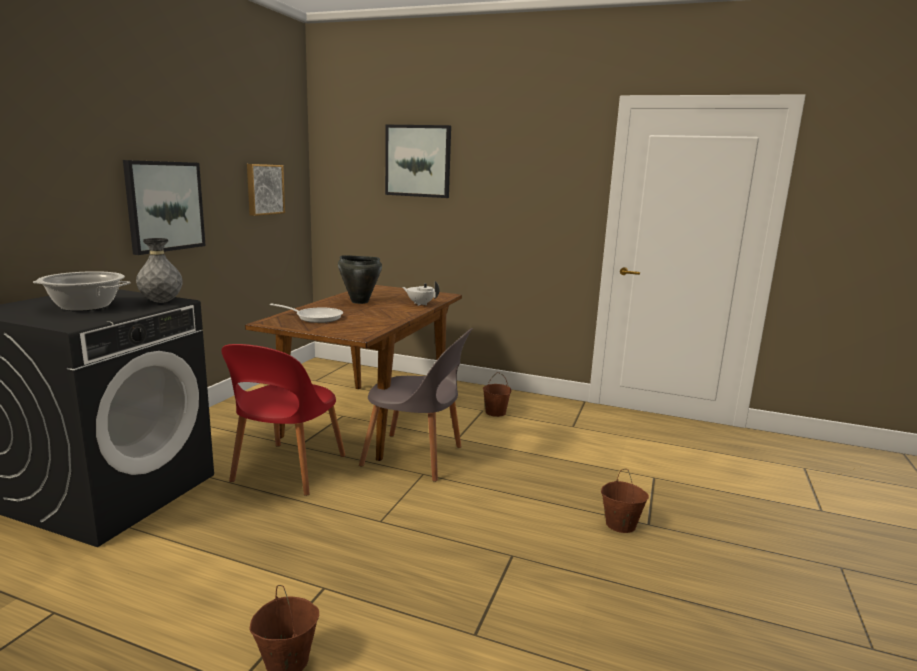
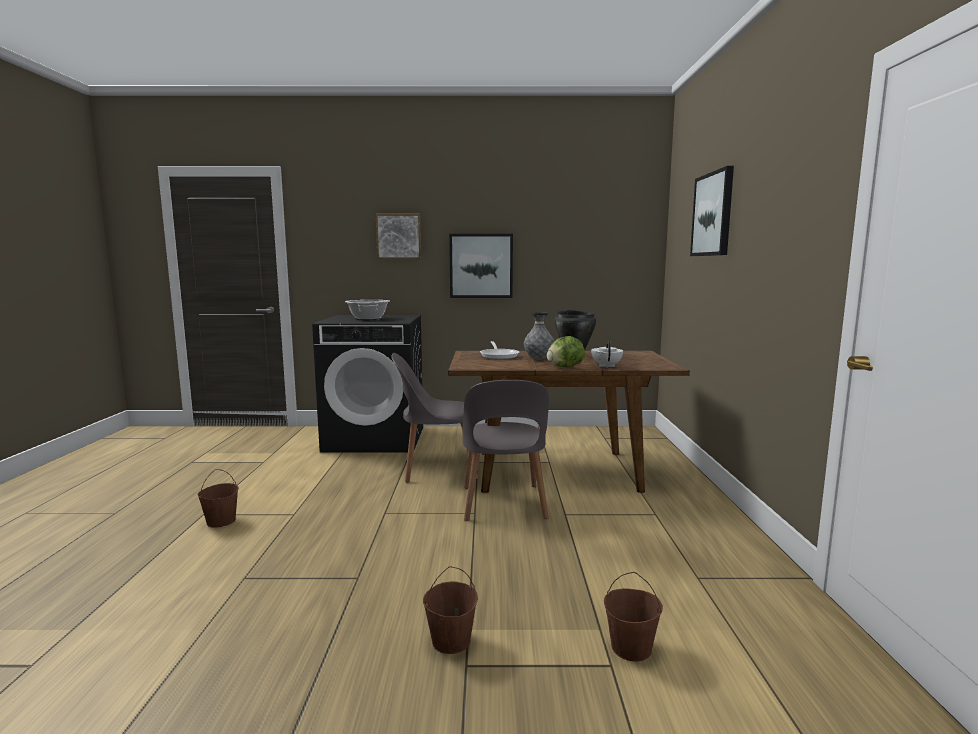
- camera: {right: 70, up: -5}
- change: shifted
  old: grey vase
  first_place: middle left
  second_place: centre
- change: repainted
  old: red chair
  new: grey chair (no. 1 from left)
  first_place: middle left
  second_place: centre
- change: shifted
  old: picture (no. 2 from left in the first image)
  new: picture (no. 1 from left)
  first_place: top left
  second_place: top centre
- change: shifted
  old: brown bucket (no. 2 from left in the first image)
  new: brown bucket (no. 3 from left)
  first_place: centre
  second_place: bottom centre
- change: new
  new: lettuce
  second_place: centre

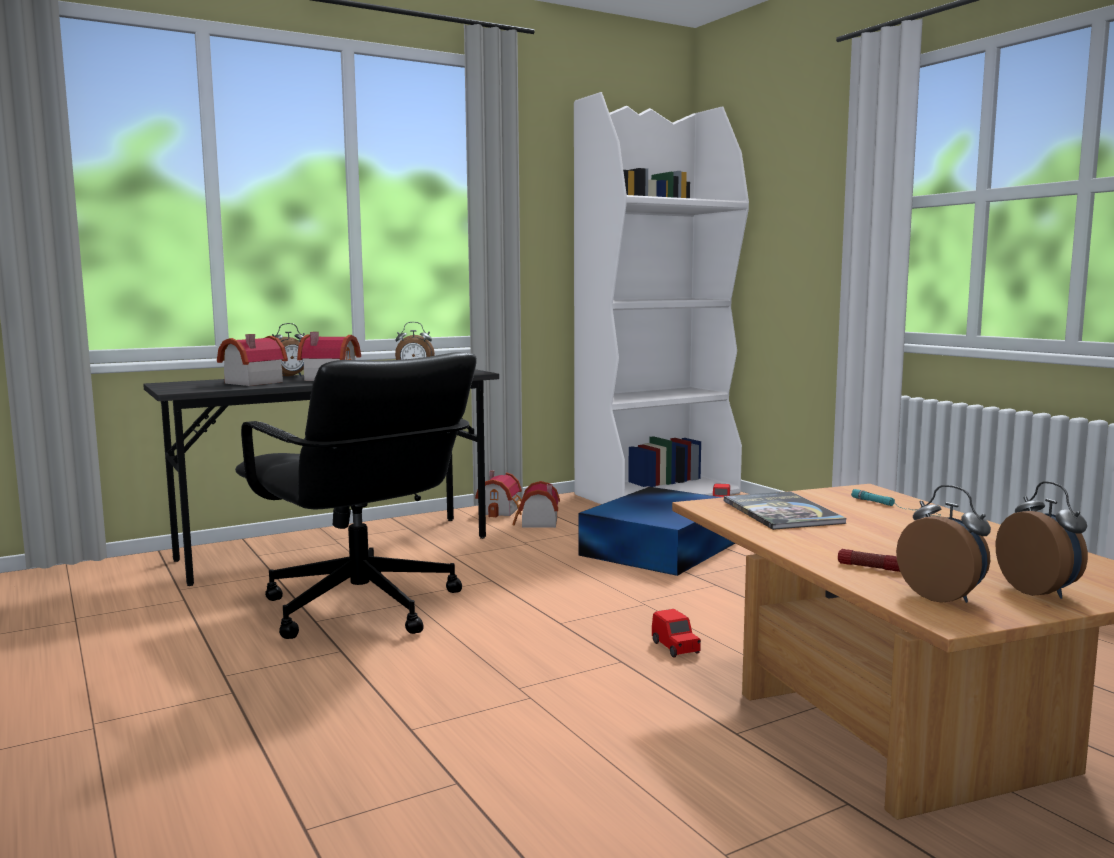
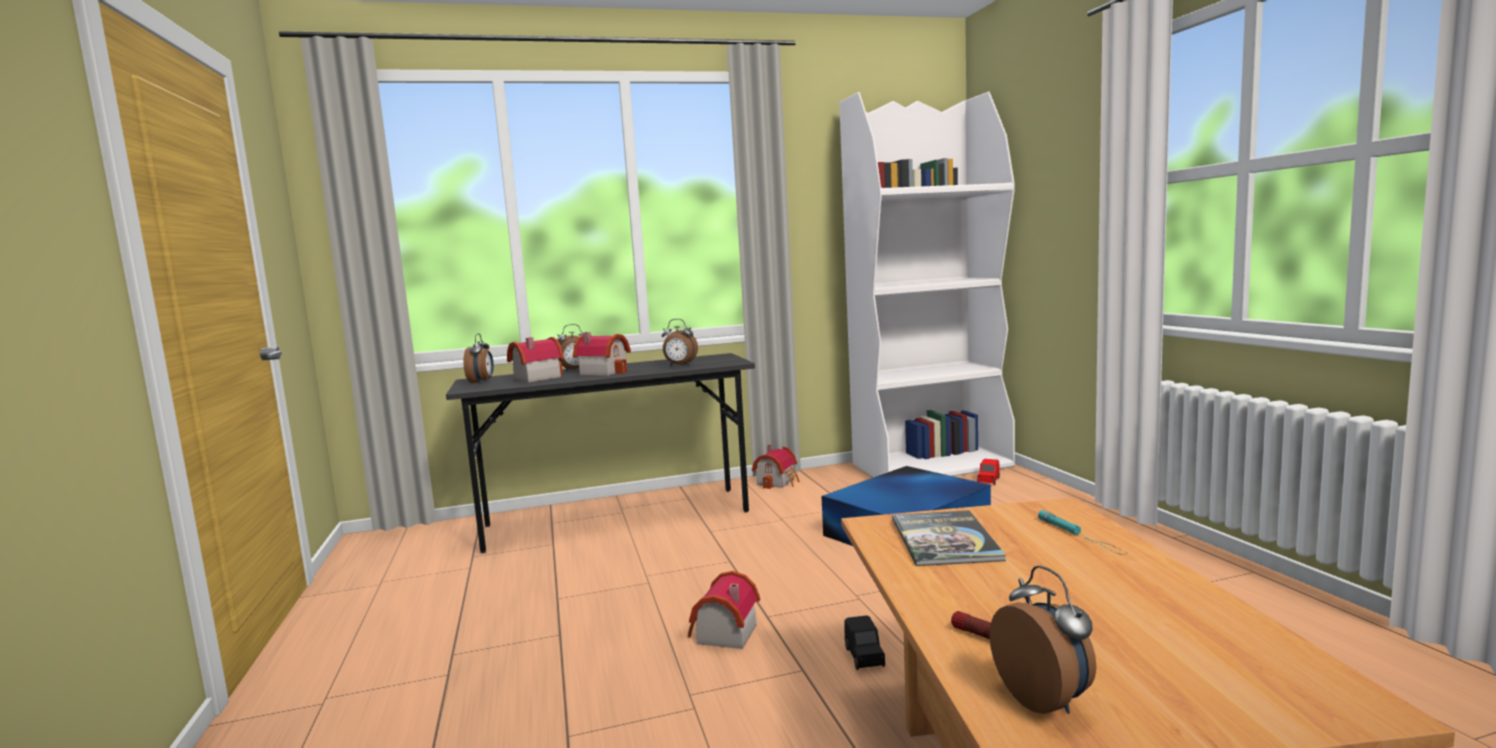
- camera: {right: 15, up: 0}
- change: gone
  old: black office chair
  first_place: middle left
- change: shifted
  old: toy house (no. 4 from left in the first image)
  new: toy house (no. 3 from left)
  first_place: centre
  second_place: bottom centre
- change: repainted
  old: red toy car (no. 1 from left)
  new: black toy car
  first_place: bottom centre
  second_place: bottom centre
- change: shifted
  old: alarm clock (no. 4 from left in the first image)
  new: alarm clock (no. 1 from left)
  first_place: middle right
  second_place: middle left

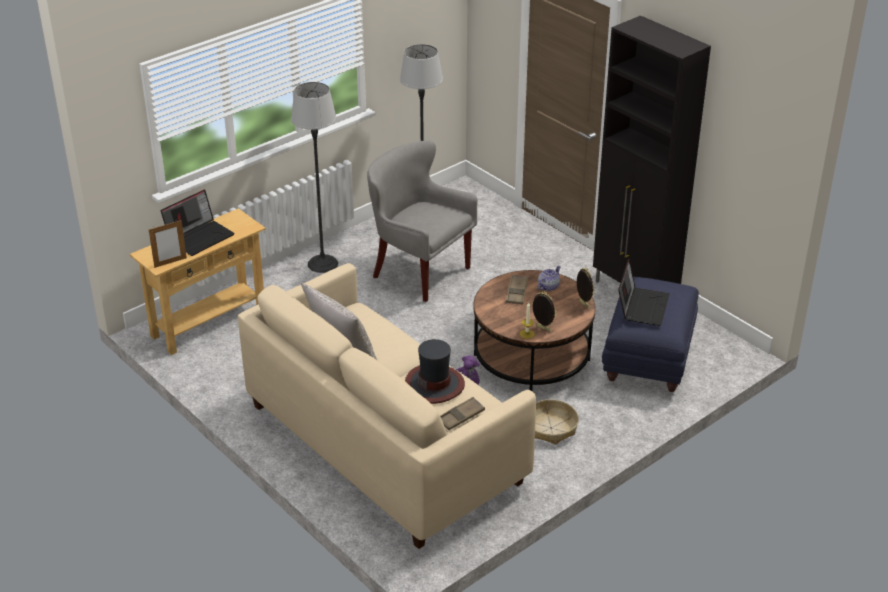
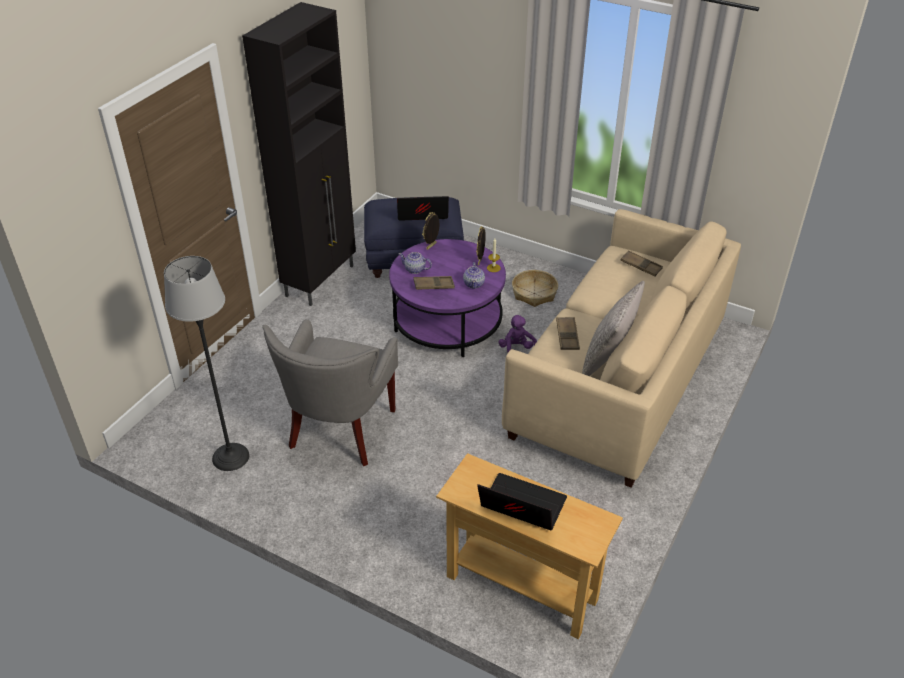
- camera: {right: -110, up: 5}
- change: gone
  old: picture frame (no. 1 from left)
  first_place: middle left
- change: gone
  old: floor lamp (no. 1 from left)
  first_place: top centre
- change: gone
  old: hat
  first_place: centre
- change: repainted
  old: brown coffee table
  new: purple coffee table
  first_place: centre
  second_place: centre
- change: new
  new: teapot (no. 2 from left)
  second_place: centre
- change: new
  new: brown tray (no. 2 from left)
  second_place: centre

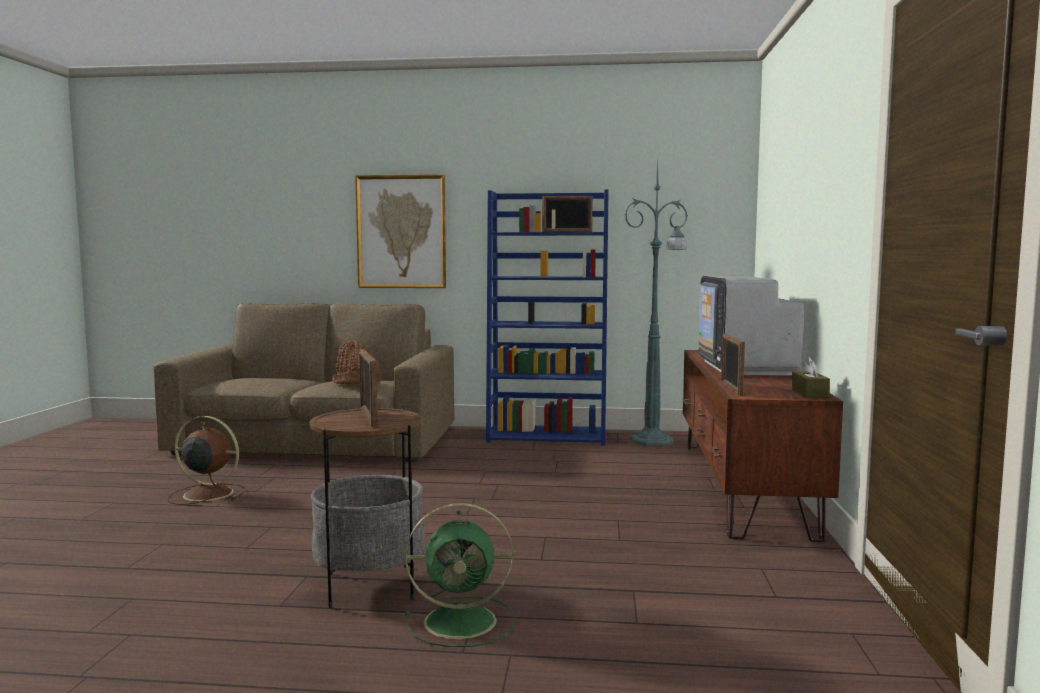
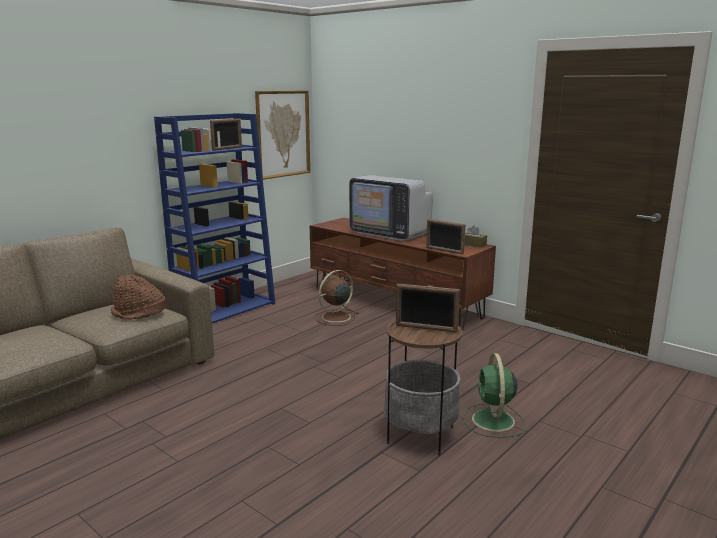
- camera: {right: -55, up: 10}
- change: shifted
  old: brown fan
  first_place: middle left
  second_place: centre
- change: shifted
  old: picture
  first_place: centre
  second_place: top centre
- change: rotated
  old: green fan
  first_place: bottom centre
  second_place: bottom right
  degrees: 150
- change: gone
  old: green floor lamp
  first_place: centre

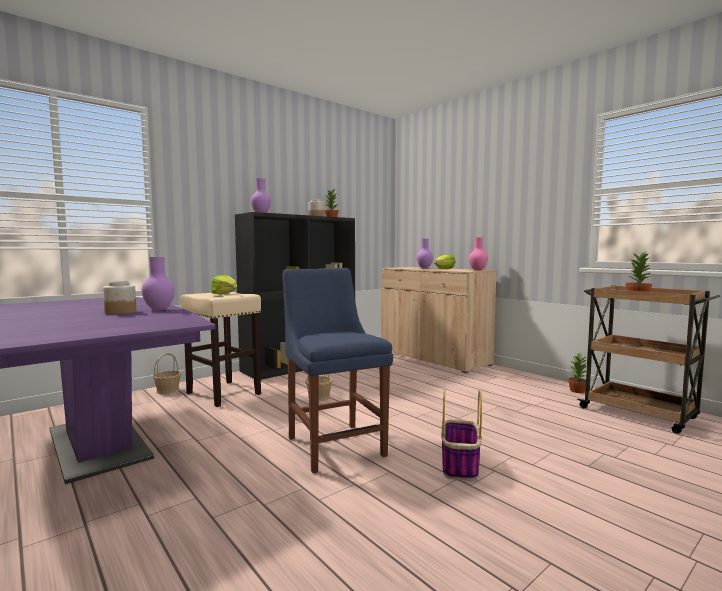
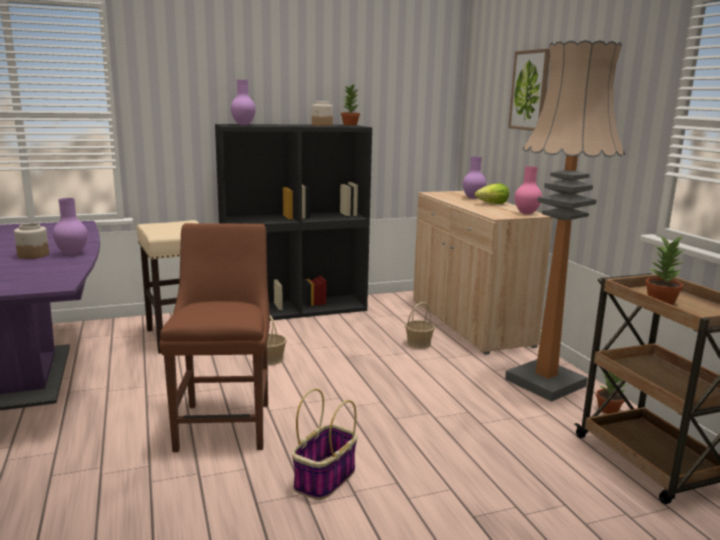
- camera: {right: 20, up: 10}
- change: shifted
  old: basket (no. 1 from left in the first image)
  new: basket (no. 3 from left)
  first_place: middle left
  second_place: centre
- change: gone
  old: lettuce (no. 1 from left)
  first_place: middle left
- change: repainted
  old: blue chair
  new: brown chair
  first_place: centre
  second_place: middle left
- change: new
  new: floor lamp
  second_place: middle right
- change: new
  new: picture
  second_place: top right

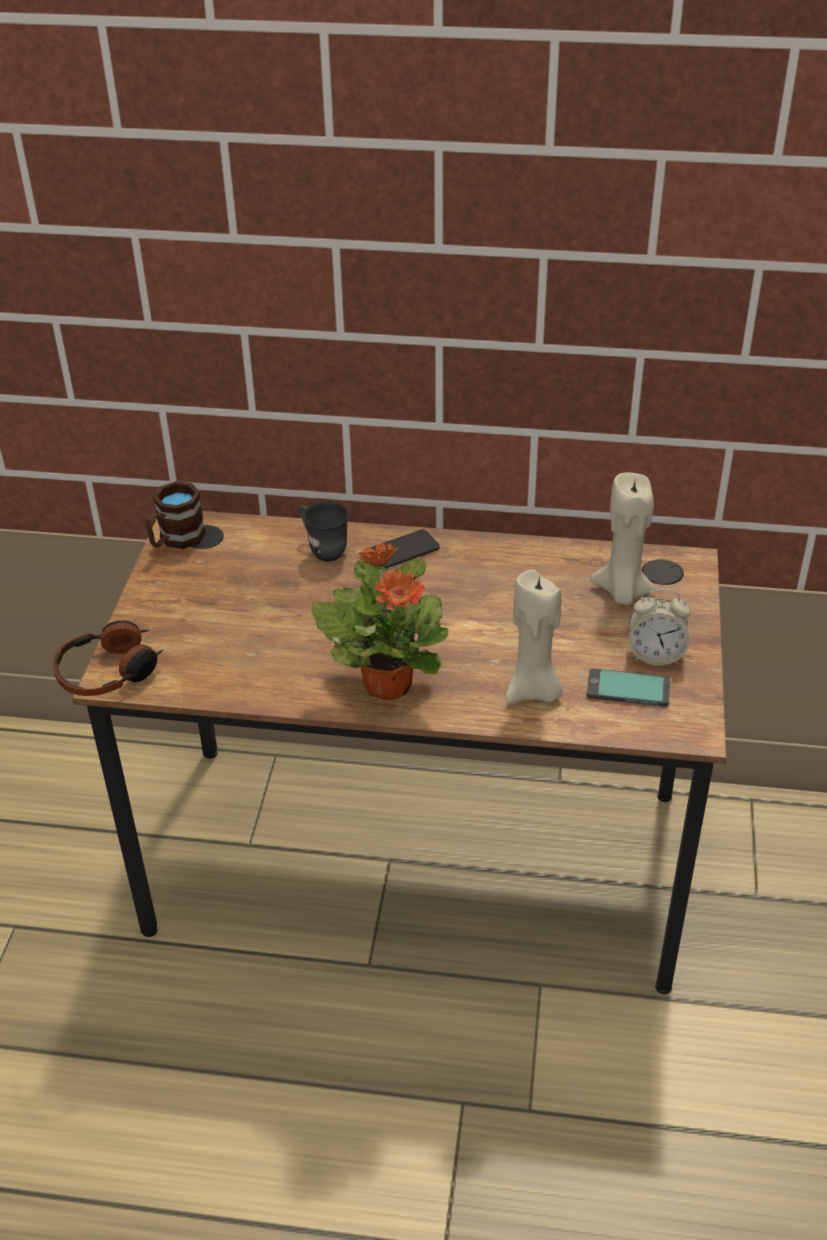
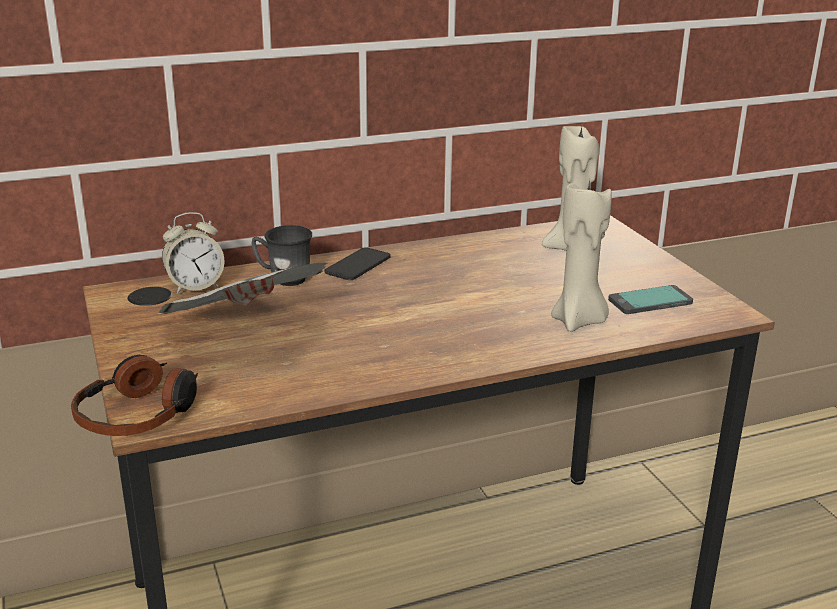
- camera: {right: -30, up: -15}
- change: gone
  old: brown mug
  first_place: middle left
- change: gone
  old: potted plant
  first_place: centre
- change: shifted
  old: alarm clock
  first_place: middle right
  second_place: middle left
- change: new
  new: newspaper
  second_place: middle left

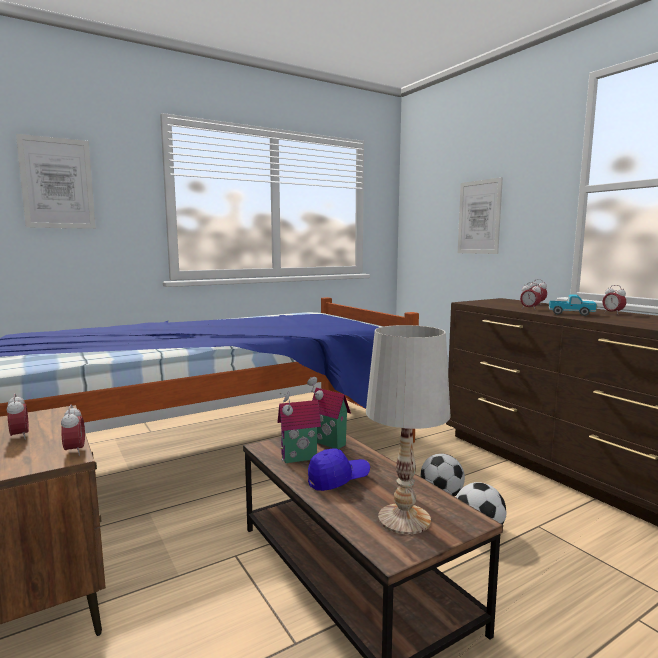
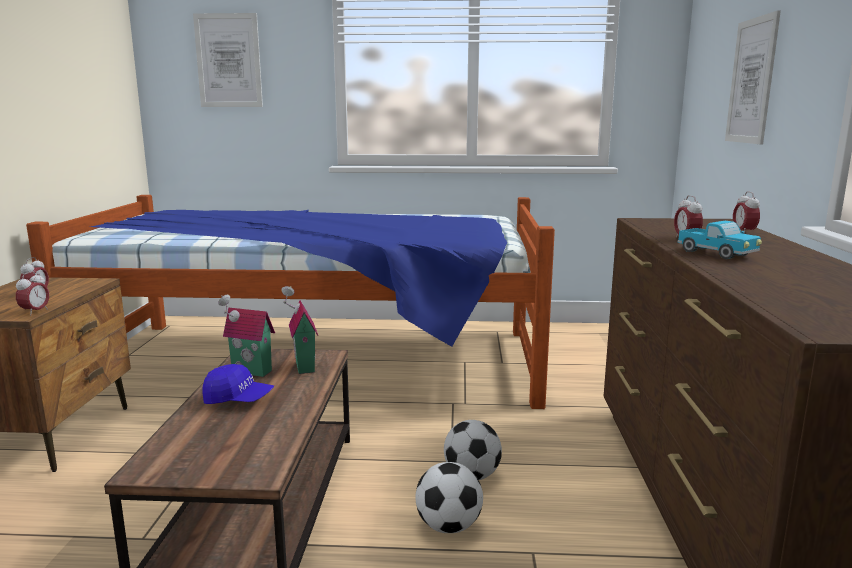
- camera: {right: 35, up: 5}
- change: gone
  old: white table lamp
  first_place: centre
- change: gone
  old: alarm clock (no. 5 from left)
  first_place: middle right

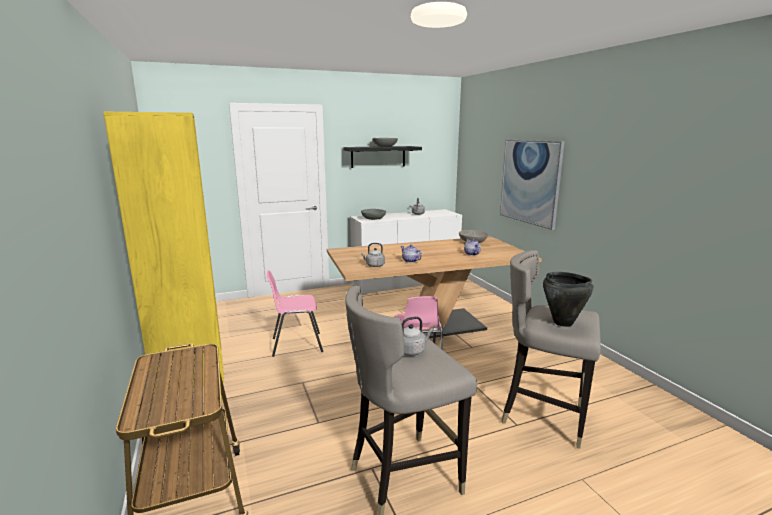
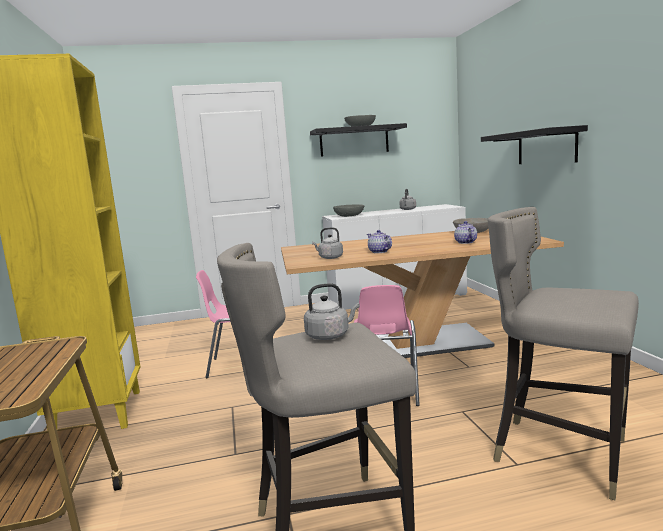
- camera: {right: 10, up: -5}
- change: swapped
  old: picture
  new: black shelf (no. 2 from left)
  first_place: middle right
  second_place: top right
- change: gone
  old: black cooking pot
  first_place: middle right

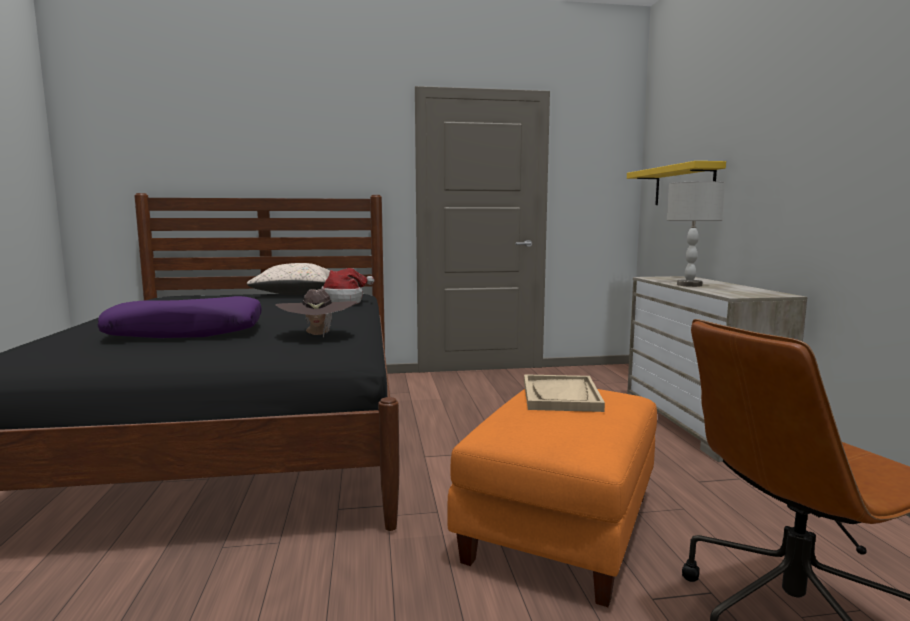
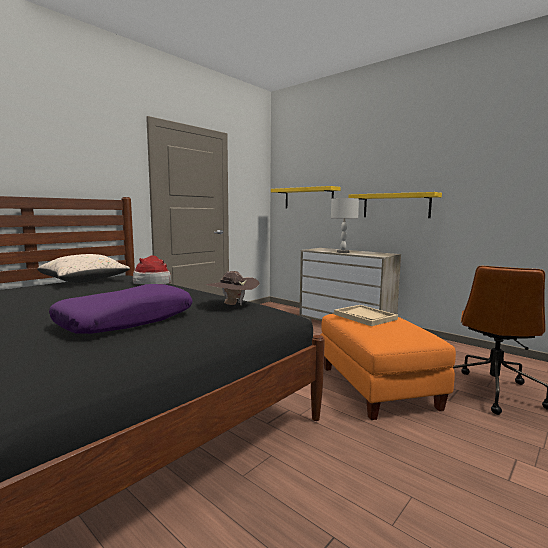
- camera: {right: -40, up: 0}
- change: new
  new: yellow shelf (no. 2 from left)
  second_place: middle right

